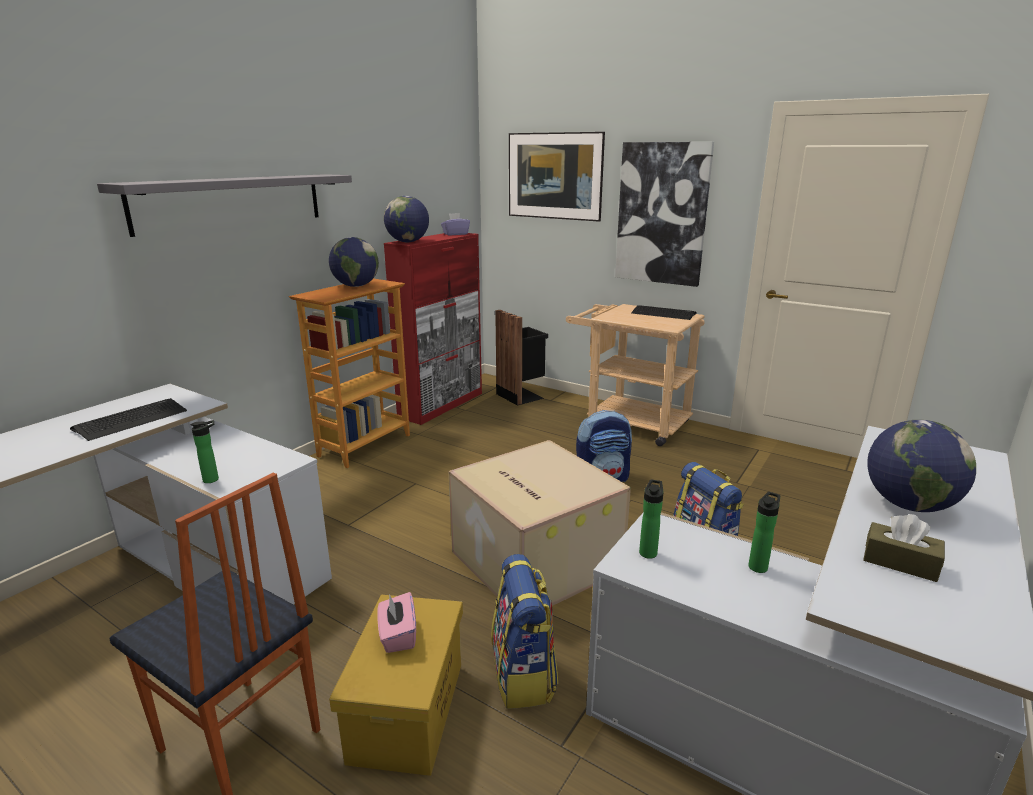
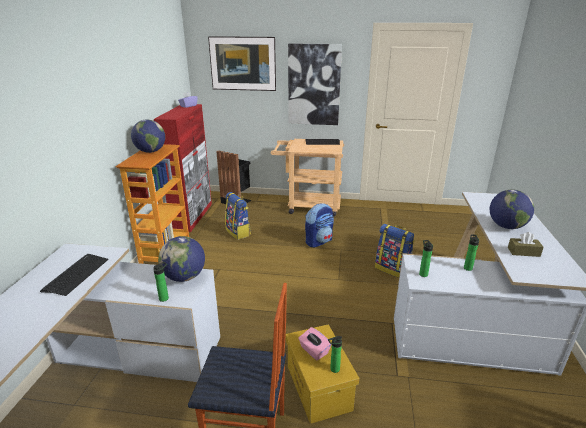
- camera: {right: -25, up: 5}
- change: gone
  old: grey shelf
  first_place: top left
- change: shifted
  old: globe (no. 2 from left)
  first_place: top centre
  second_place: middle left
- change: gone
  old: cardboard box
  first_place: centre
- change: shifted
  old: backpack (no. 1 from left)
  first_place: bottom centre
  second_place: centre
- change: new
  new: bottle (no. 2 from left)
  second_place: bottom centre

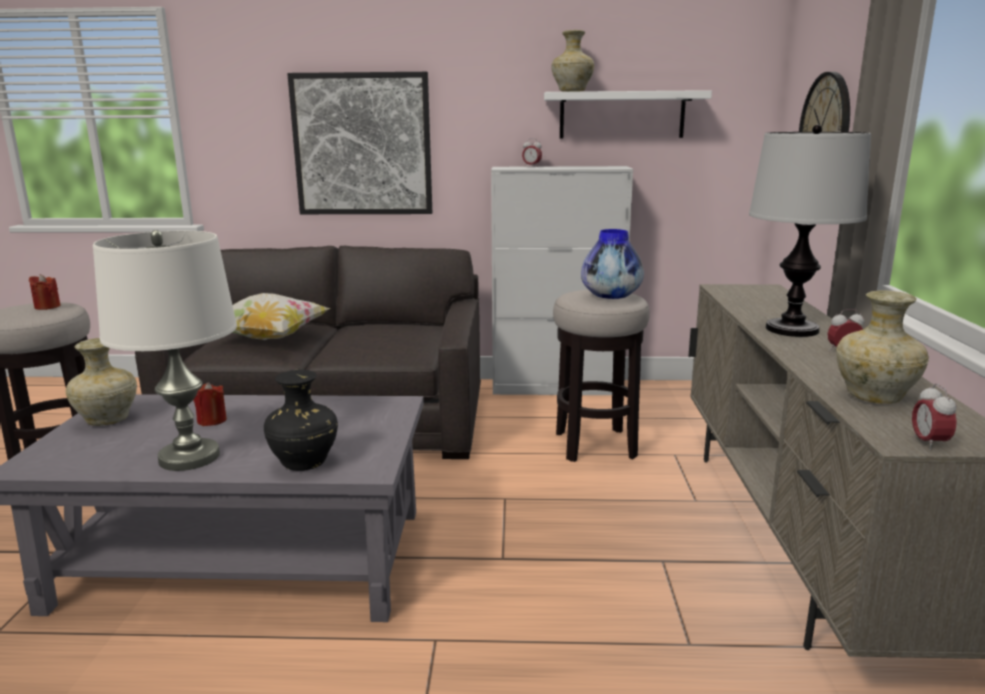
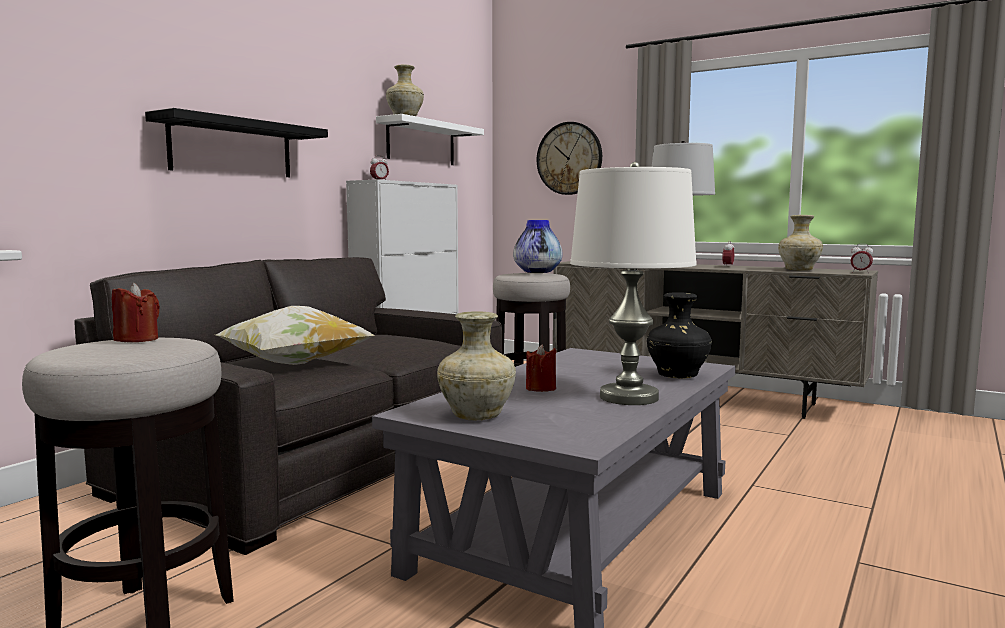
- camera: {right: -60, up: -10}
- change: swapped
  old: picture
  new: black shelf
  first_place: top centre
  second_place: top left

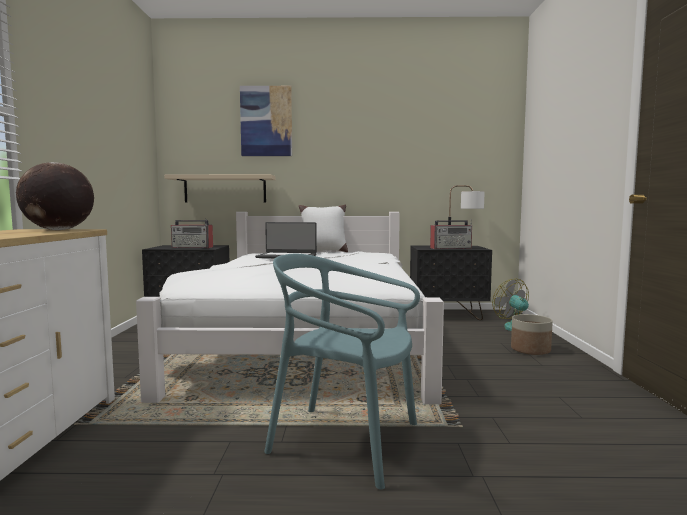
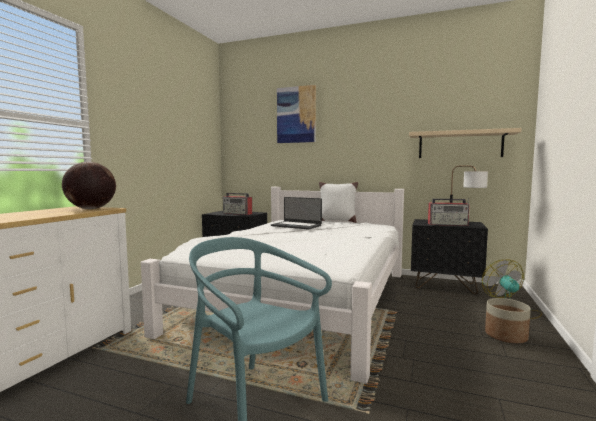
- camera: {right: 20, up: 0}
- change: shifted
  old: beige shelf
  first_place: middle left
  second_place: middle right

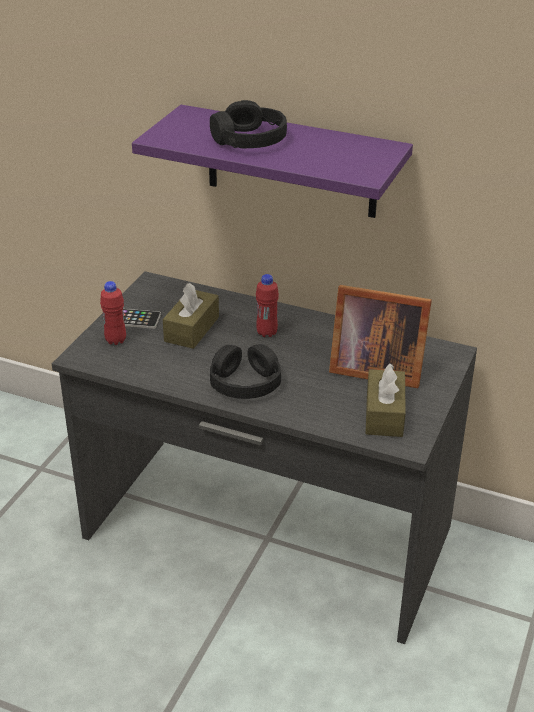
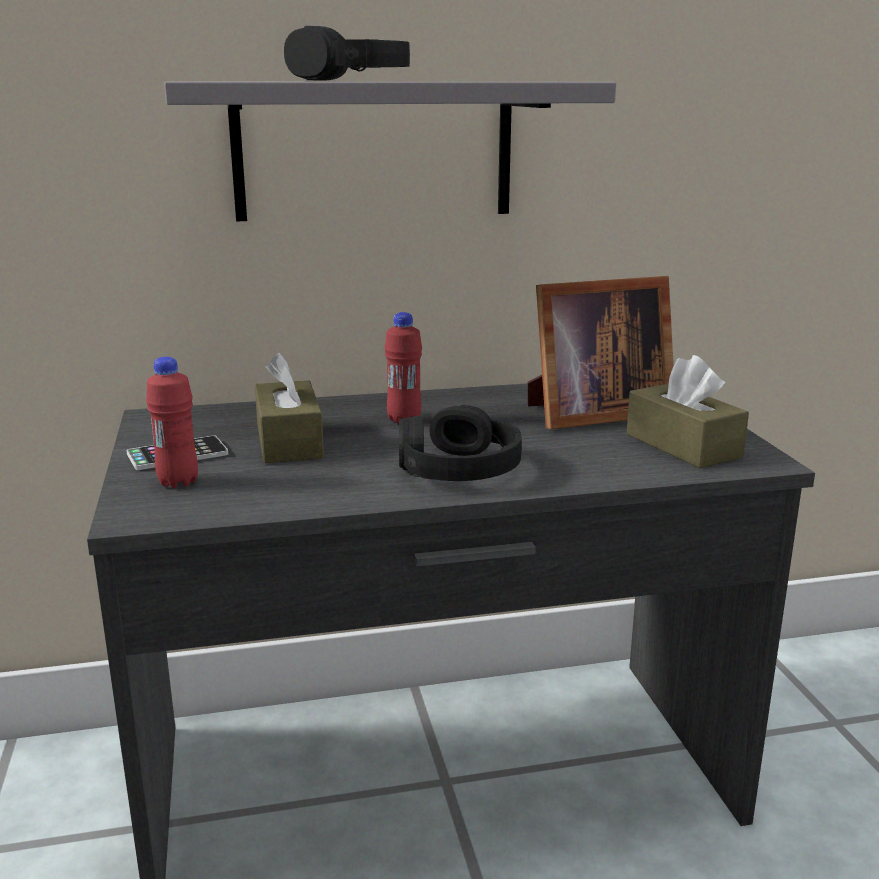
- camera: {right: -35, up: -15}
- change: repainted
  old: purple shelf
  new: grey shelf
  first_place: top centre
  second_place: top centre

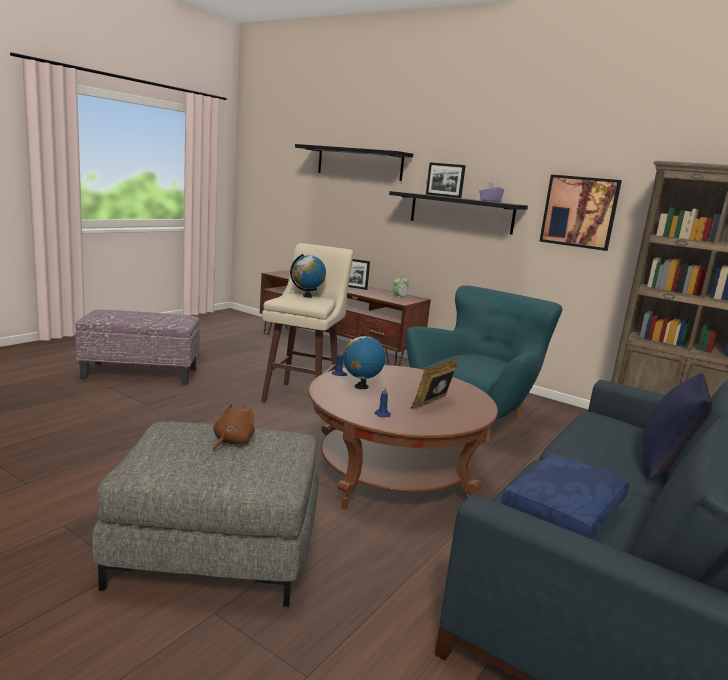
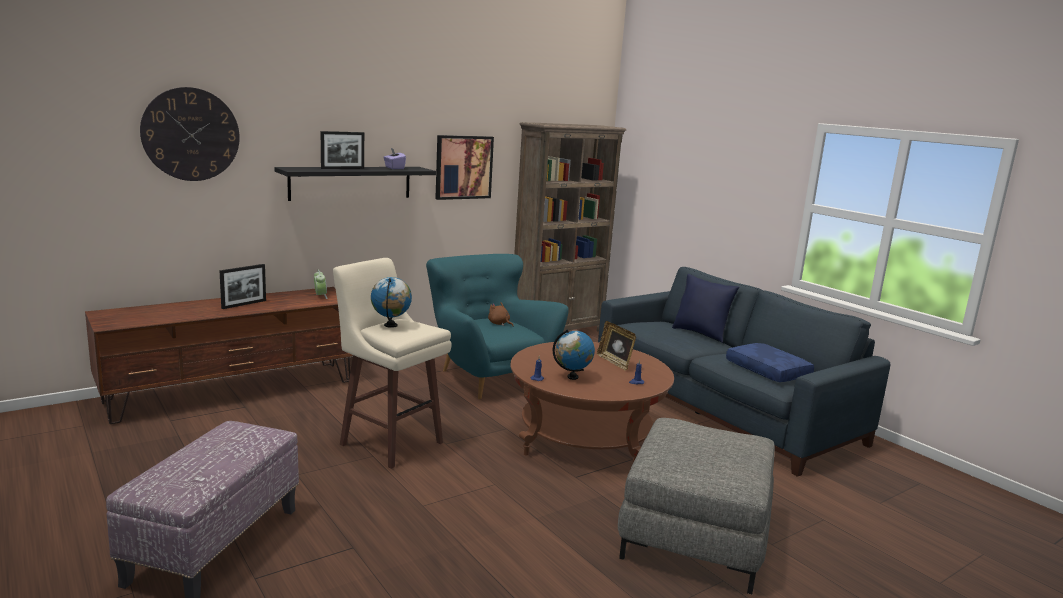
- camera: {right: -70, up: 0}
- change: shifted
  old: brown plush toy
  first_place: middle left
  second_place: centre
- change: swapped
  old: black shelf (no. 1 from left)
  new: wall clock
  first_place: top centre
  second_place: top left

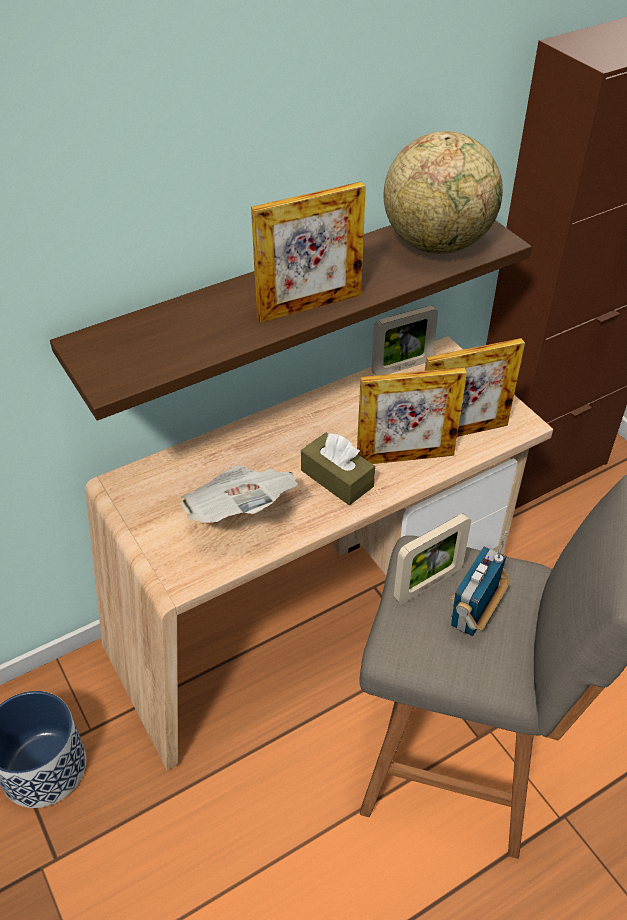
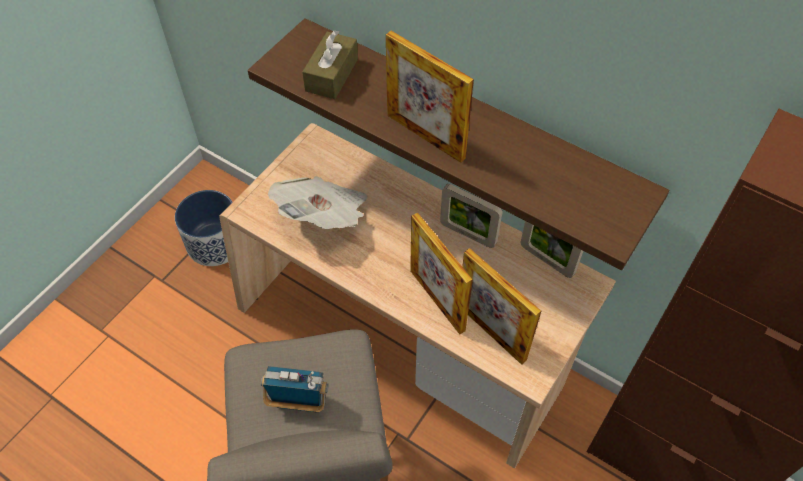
- camera: {right: 65, up: 10}
- change: shifted
  old: brown tissue box
  first_place: centre
  second_place: top centre
- change: gone
  old: globe
  first_place: top right
- change: shifted
  old: picture frame (no. 4 from left in the first image)
  new: picture frame (no. 3 from left)
  first_place: middle right
  second_place: centre

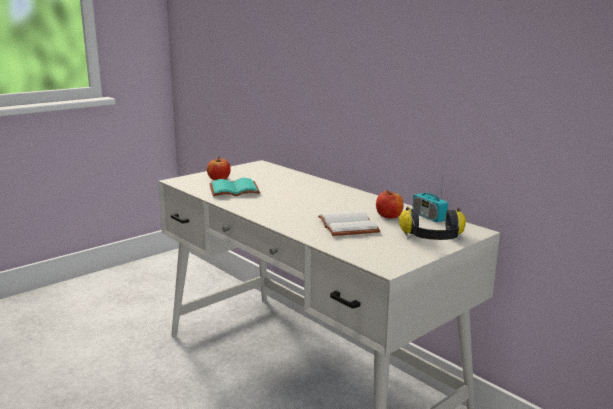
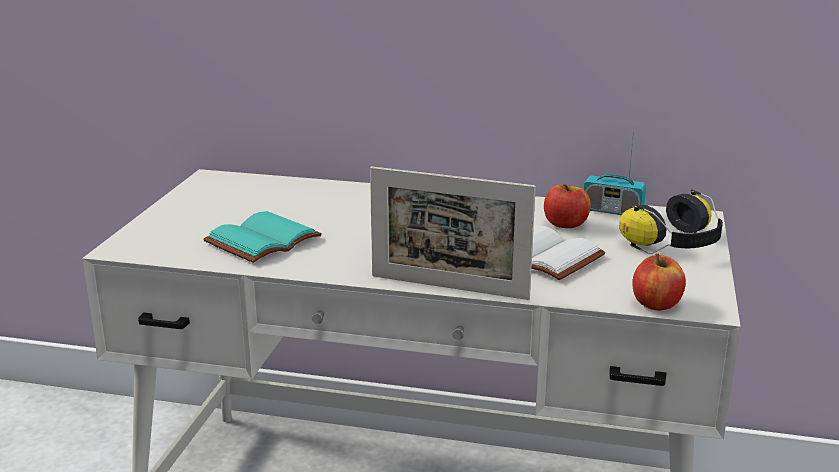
- camera: {right: -35, up: 5}
- change: shifted
  old: apple (no. 1 from left in the first image)
  new: apple (no. 2 from left)
  first_place: centre
  second_place: middle right
- change: new
  new: picture frame
  second_place: centre

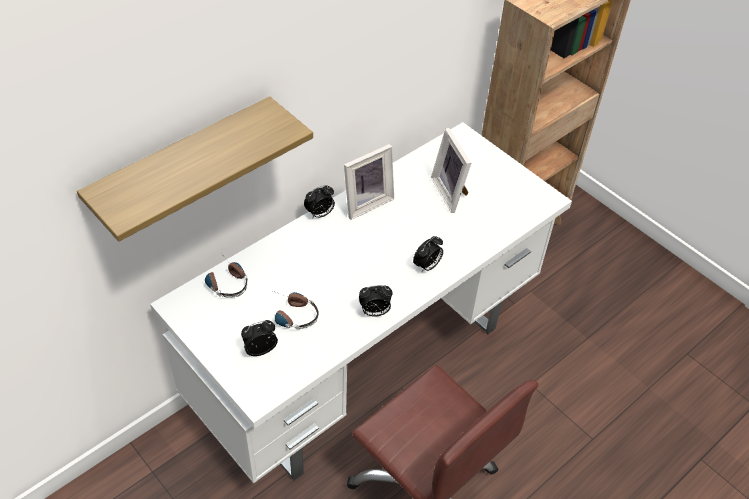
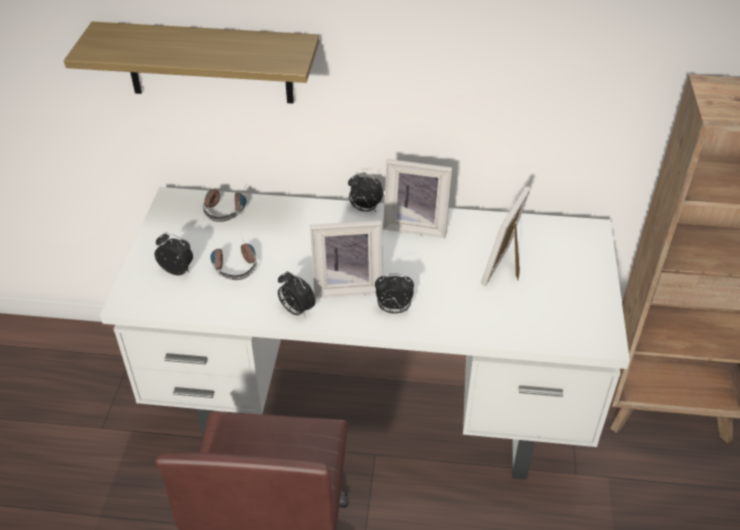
- camera: {right: 50, up: -5}
- change: new
  new: picture frame (no. 1 from left)
  second_place: centre

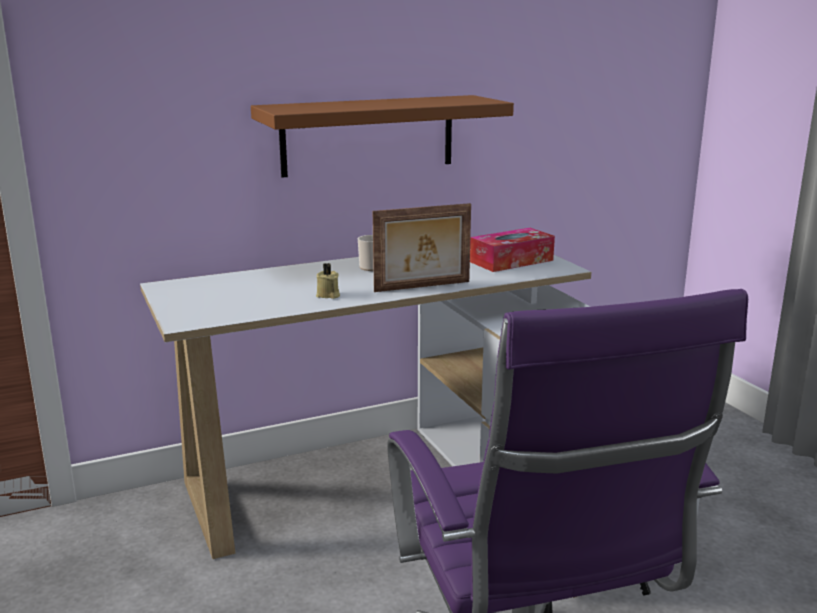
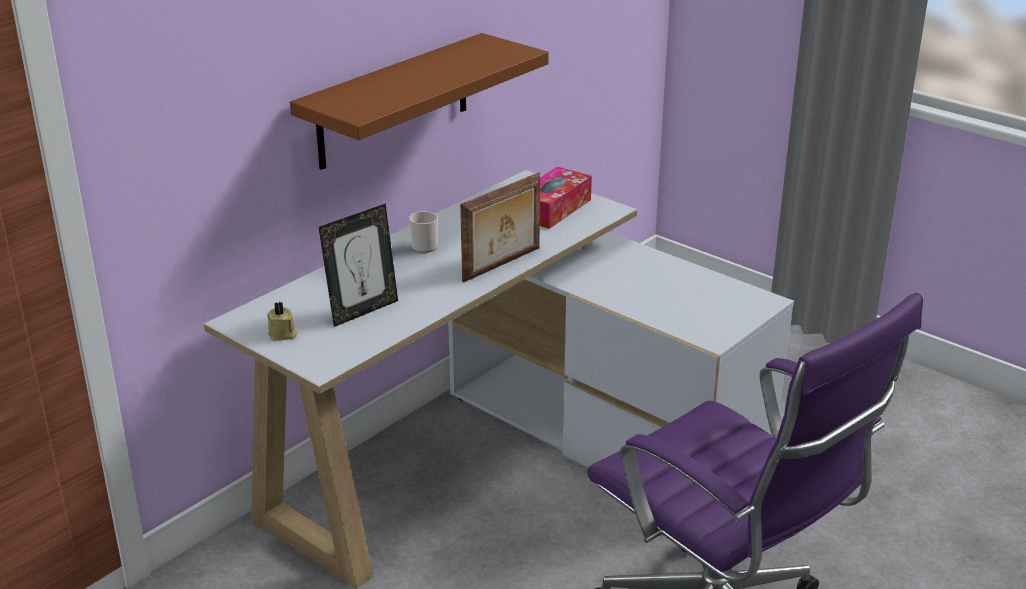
- camera: {right: -25, up: 10}
- change: shifted
  old: beige candle
  first_place: centre
  second_place: middle left
- change: new
  new: picture frame (no. 1 from left)
  second_place: centre

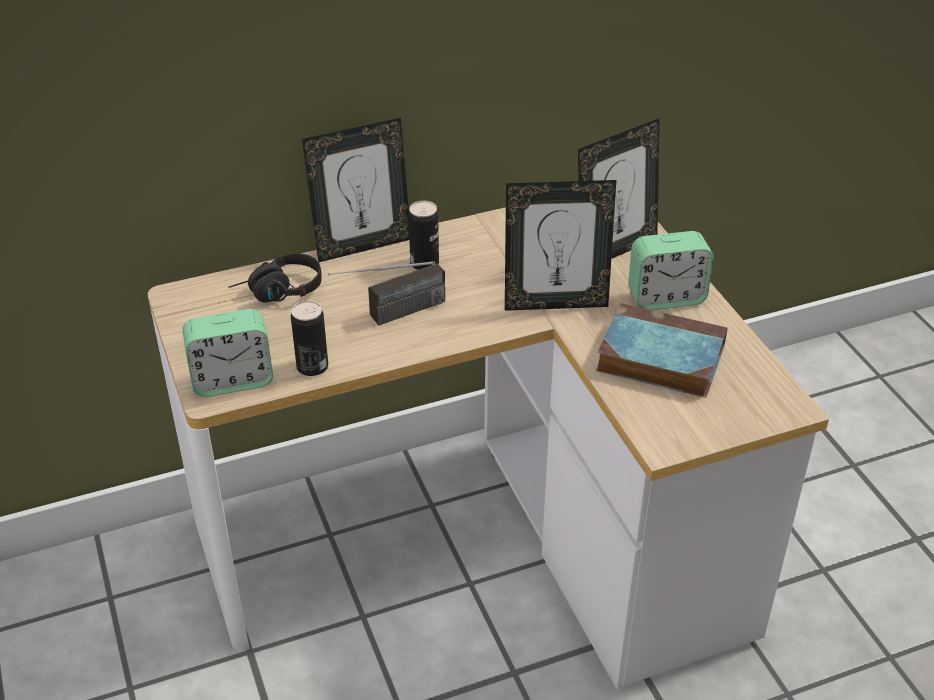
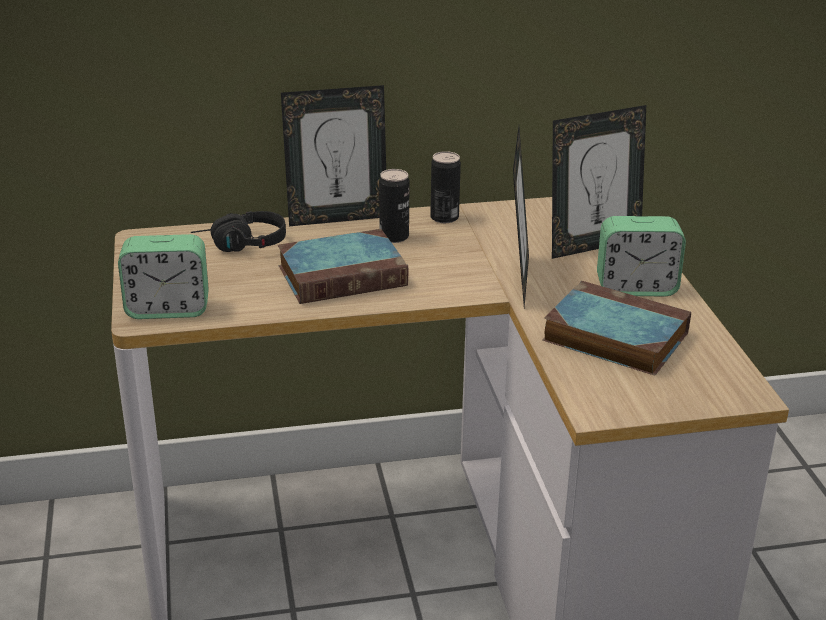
- camera: {right: 10, up: -10}
- change: shifted
  old: can (no. 1 from left in the first image)
  new: can (no. 2 from left)
  first_place: middle left
  second_place: top centre
- change: swapped
  old: radio
  new: book (no. 1 from left)
  first_place: centre
  second_place: centre
- change: rotated
  old: picture frame (no. 2 from left)
  first_place: centre
  second_place: centre
  degrees: -90

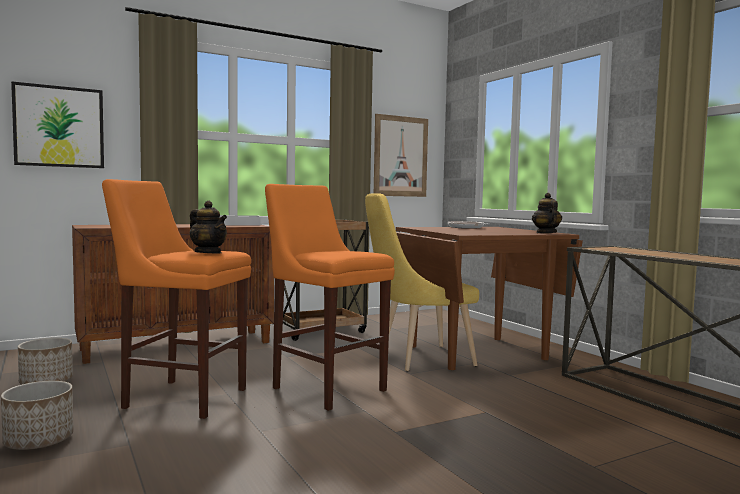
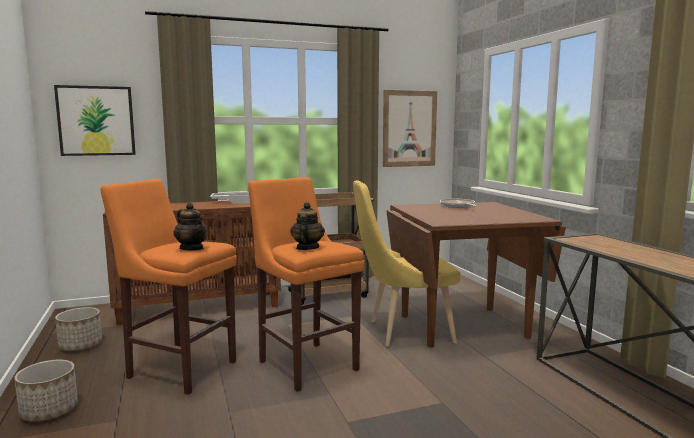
- camera: {right: 10, up: 5}
- change: shifted
  old: teapot (no. 2 from left)
  first_place: middle right
  second_place: centre

